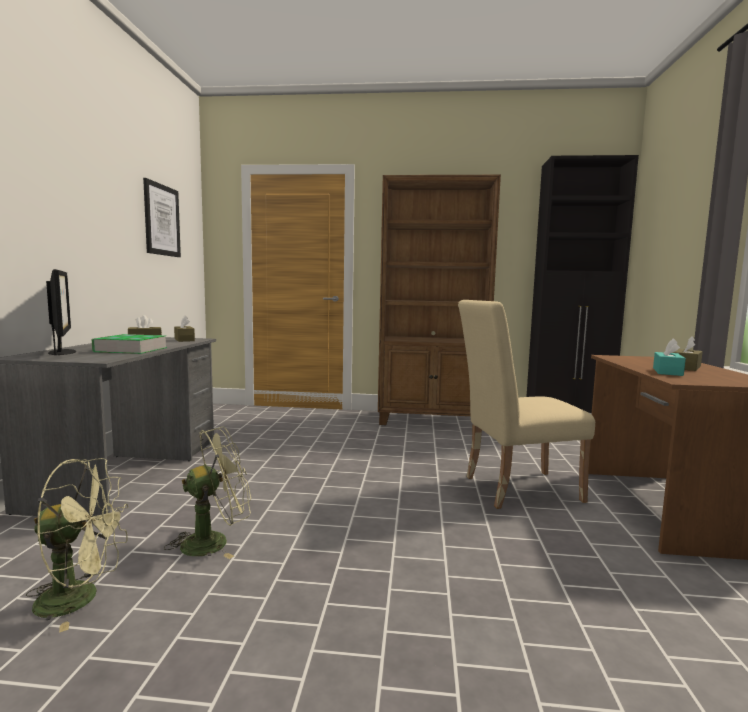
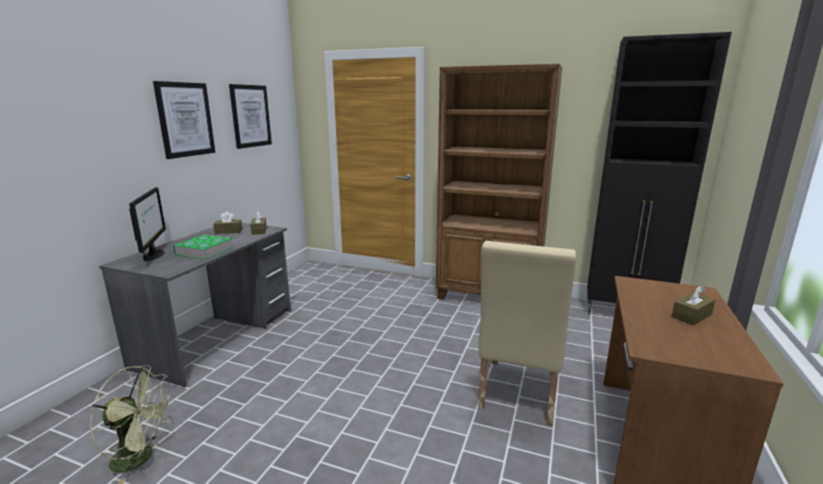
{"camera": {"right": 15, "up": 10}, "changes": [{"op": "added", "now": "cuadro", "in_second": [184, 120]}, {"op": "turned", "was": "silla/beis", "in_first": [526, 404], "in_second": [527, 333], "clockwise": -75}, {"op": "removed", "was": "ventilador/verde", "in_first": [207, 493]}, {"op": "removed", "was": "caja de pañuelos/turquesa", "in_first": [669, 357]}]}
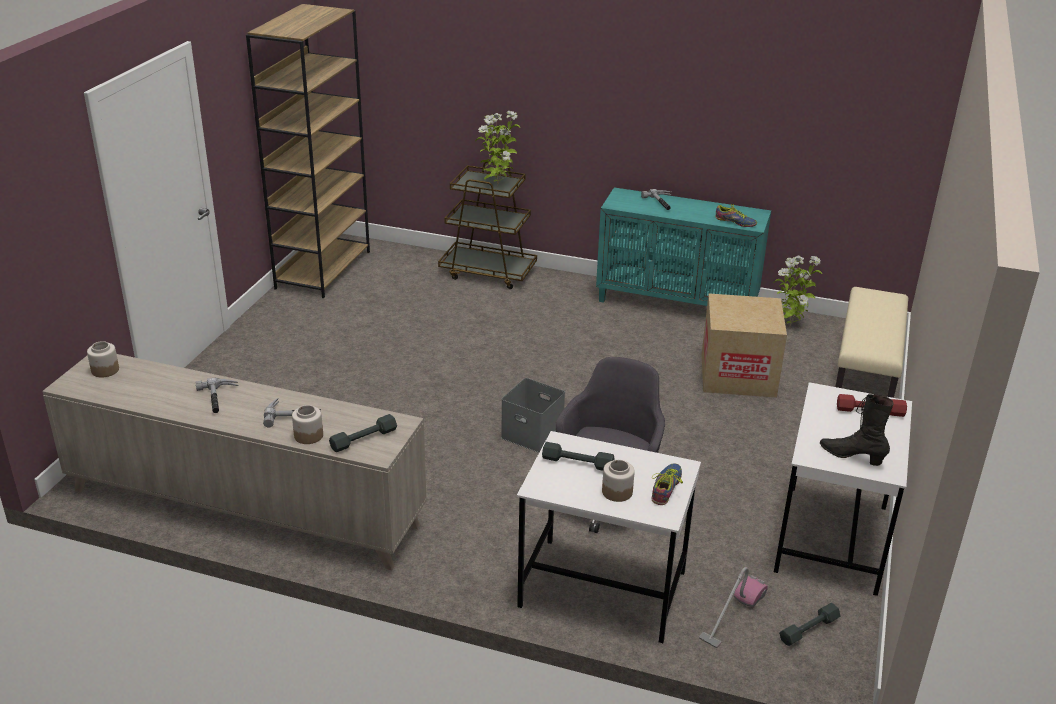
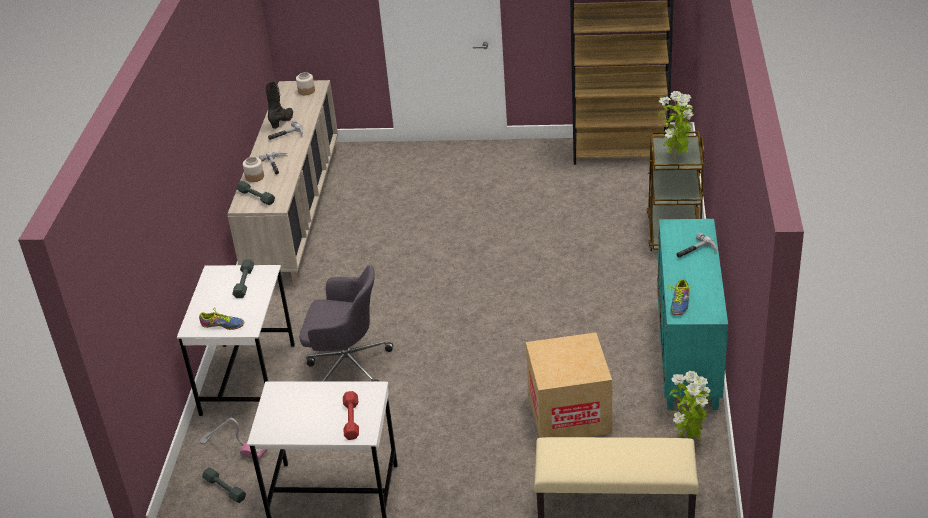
{"camera": {"right": 80, "up": 5}, "changes": [{"op": "moved", "was": "bota/negro", "in_first": [857, 430], "in_second": [279, 105]}, {"op": "removed", "was": "caja de almacenaje/gris", "in_first": [533, 415]}, {"op": "removed", "was": "tarro", "in_first": [618, 481]}]}
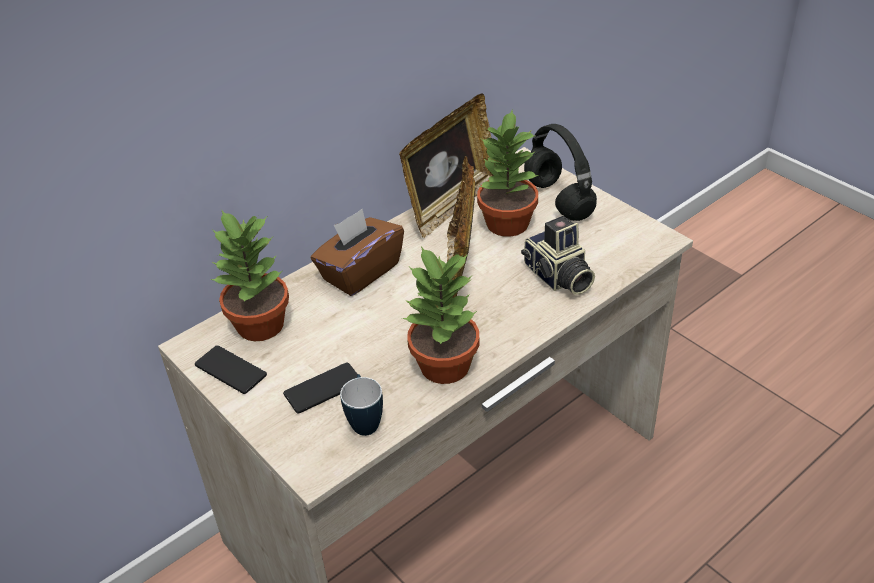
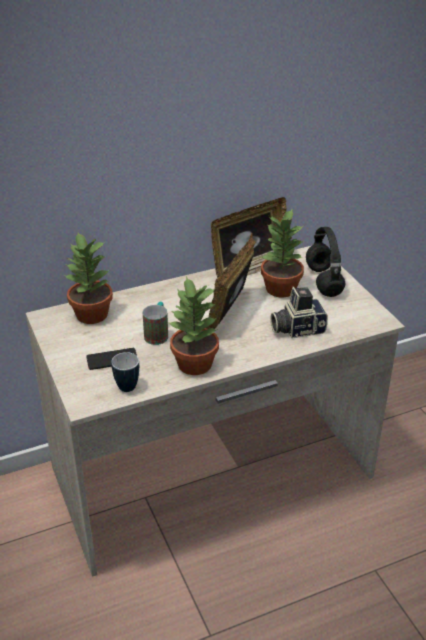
{"camera": {"right": 15, "up": -5}, "changes": [{"op": "added", "now": "taza grande", "in_second": [155, 323]}, {"op": "turned", "was": "cámara", "in_first": [558, 255], "in_second": [299, 312], "clockwise": 90}, {"op": "removed", "was": "móvil", "in_first": [231, 369]}, {"op": "removed", "was": "caja de pañuelos/marrón", "in_first": [357, 252]}]}
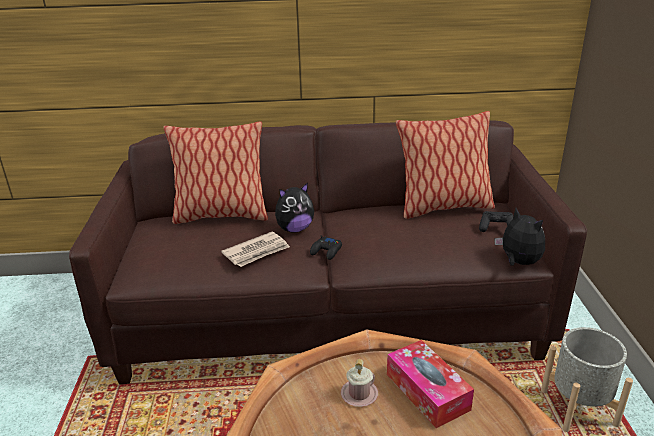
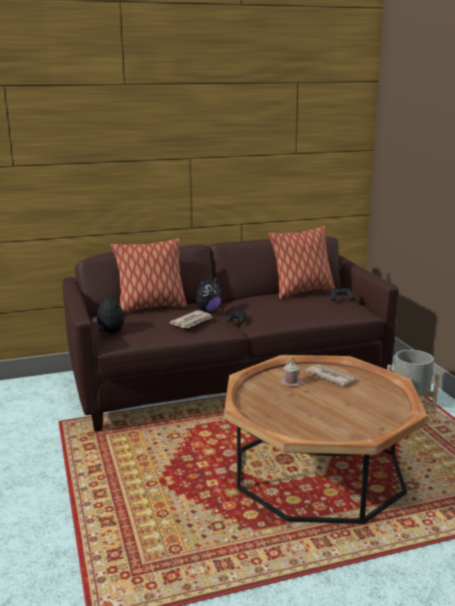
{"camera": {"right": -15, "up": -10}, "changes": [{"op": "moved", "was": "peluche", "in_first": [520, 236], "in_second": [109, 313]}, {"op": "replaced", "was": "caja de pañuelos", "now": "periódico", "in_first": [430, 384], "in_second": [330, 375]}]}
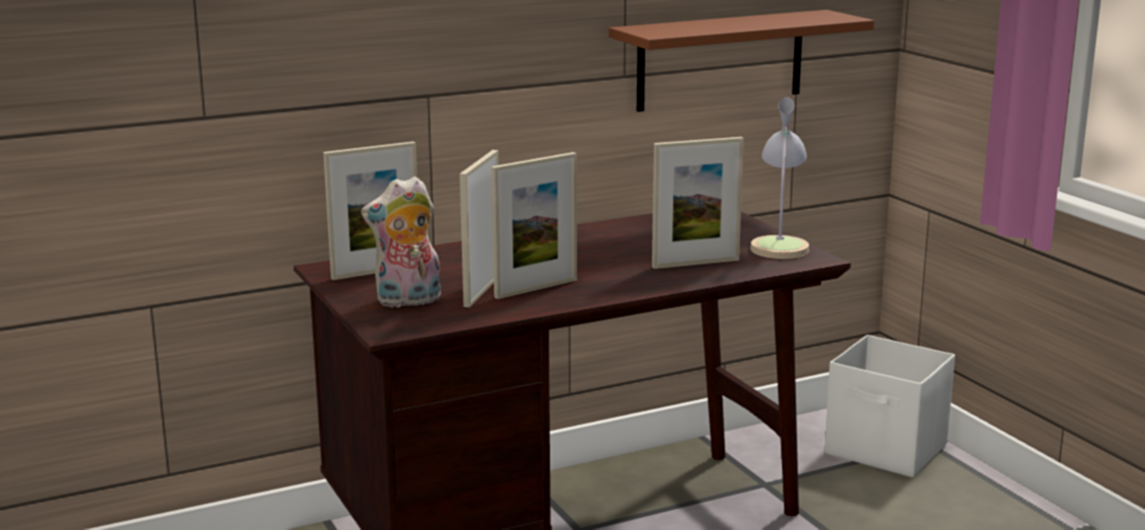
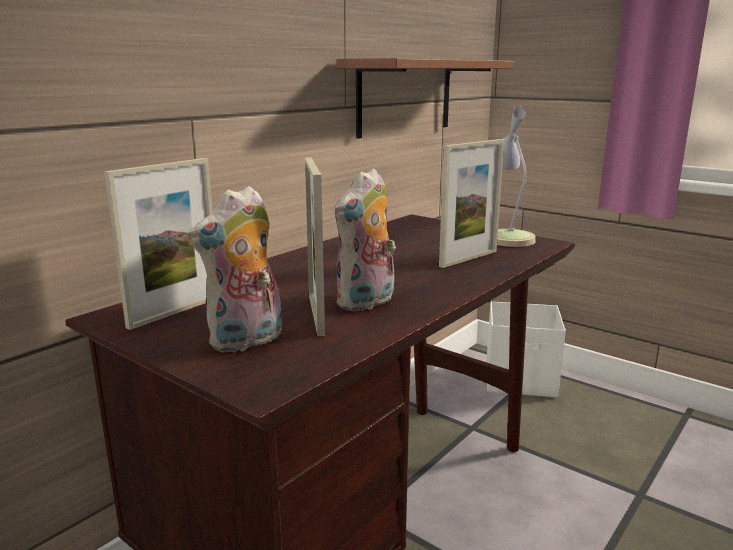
{"camera": {"right": -25, "up": 0}, "changes": [{"op": "replaced", "was": "portarretratos", "now": "peluche", "in_first": [534, 225], "in_second": [365, 240]}]}
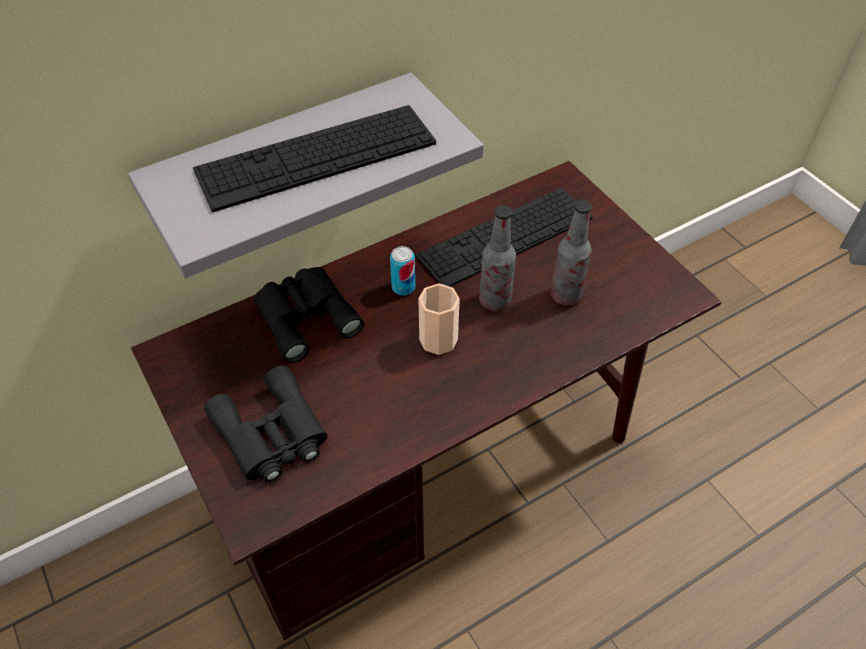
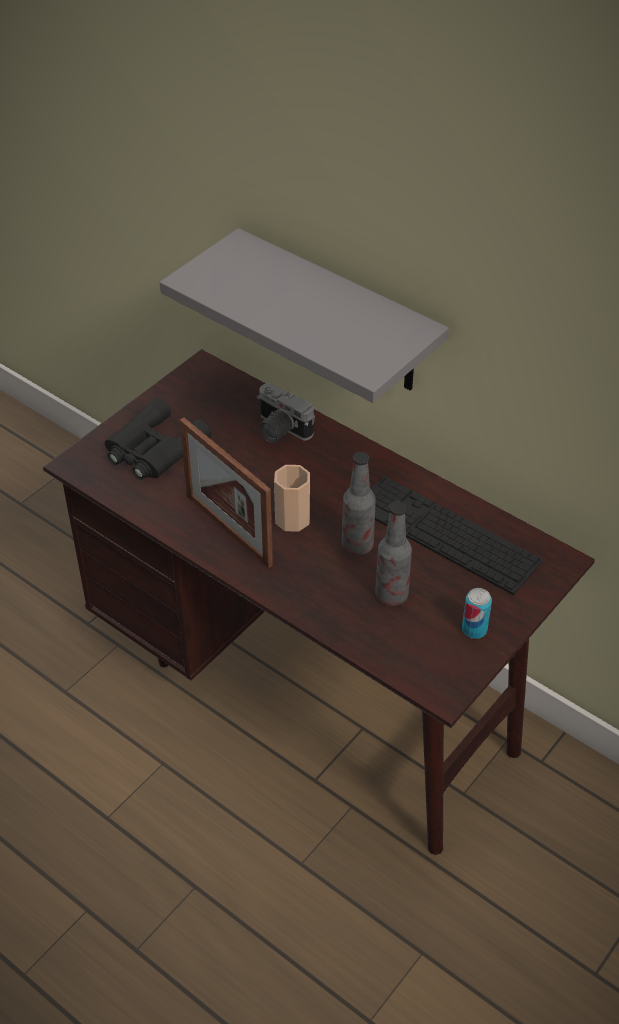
{"camera": {"right": 70, "up": -5}, "changes": [{"op": "added", "now": "portarretratos", "in_second": [226, 492]}, {"op": "replaced", "was": "prismáticos/negro", "now": "cámara", "in_first": [309, 315], "in_second": [286, 413]}, {"op": "moved", "was": "lata", "in_first": [402, 270], "in_second": [477, 613]}, {"op": "removed", "was": "teclado", "in_first": [314, 158]}]}
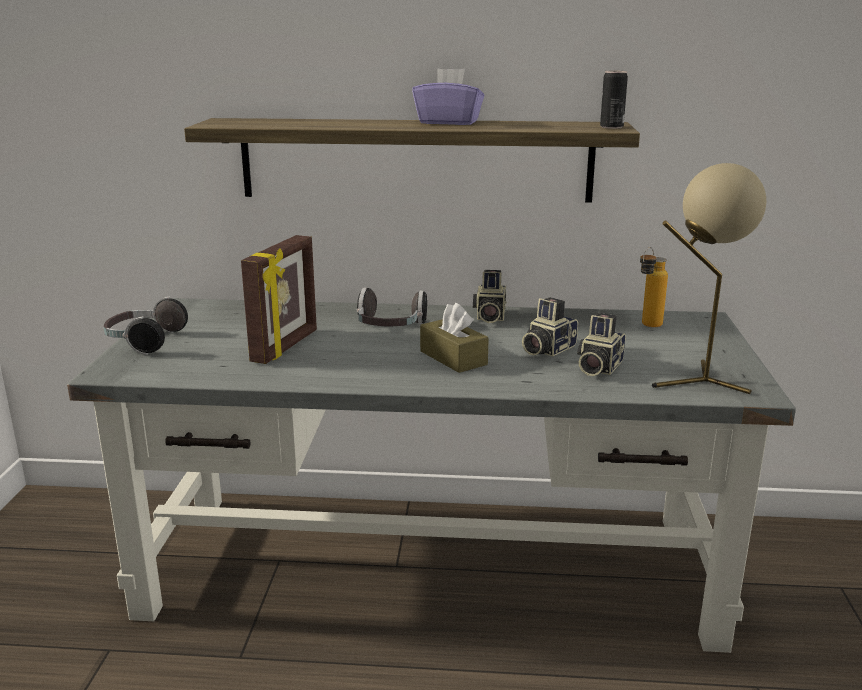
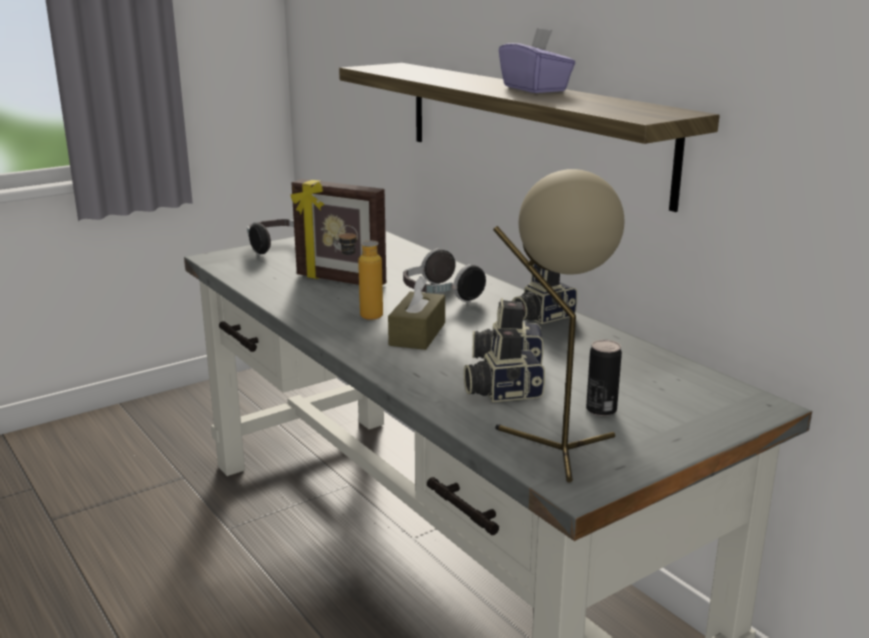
{"camera": {"right": 50, "up": 0}, "changes": [{"op": "turned", "was": "portarretratos", "in_first": [279, 299], "in_second": [338, 232], "clockwise": 45}, {"op": "moved", "was": "botella", "in_first": [654, 287], "in_second": [360, 272]}, {"op": "moved", "was": "lata", "in_first": [614, 100], "in_second": [604, 378]}]}
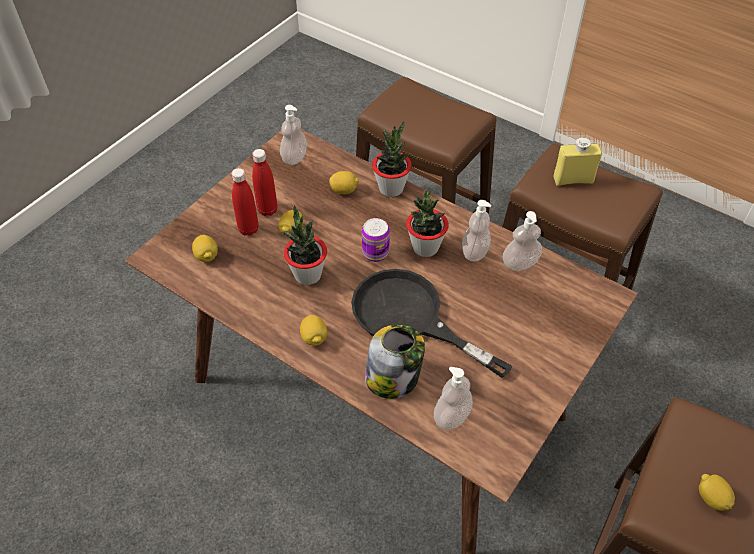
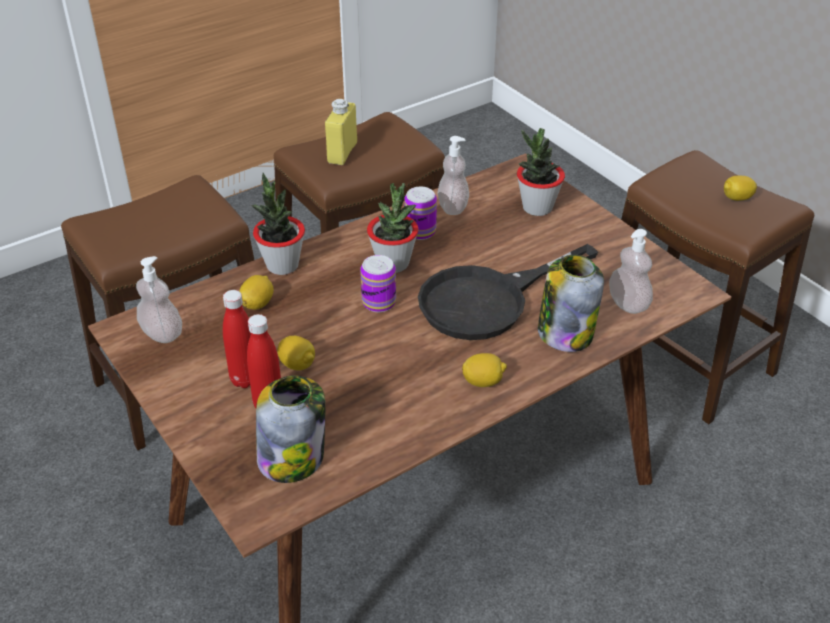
{"camera": {"right": -70, "up": -10}, "changes": [{"op": "replaced", "was": "limón", "now": "tarro", "in_first": [205, 248], "in_second": [291, 429]}, {"op": "replaced", "was": "dispensador de jabón", "now": "lata", "in_first": [476, 231], "in_second": [420, 213]}, {"op": "moved", "was": "planta en maceta", "in_first": [305, 245], "in_second": [541, 172]}]}
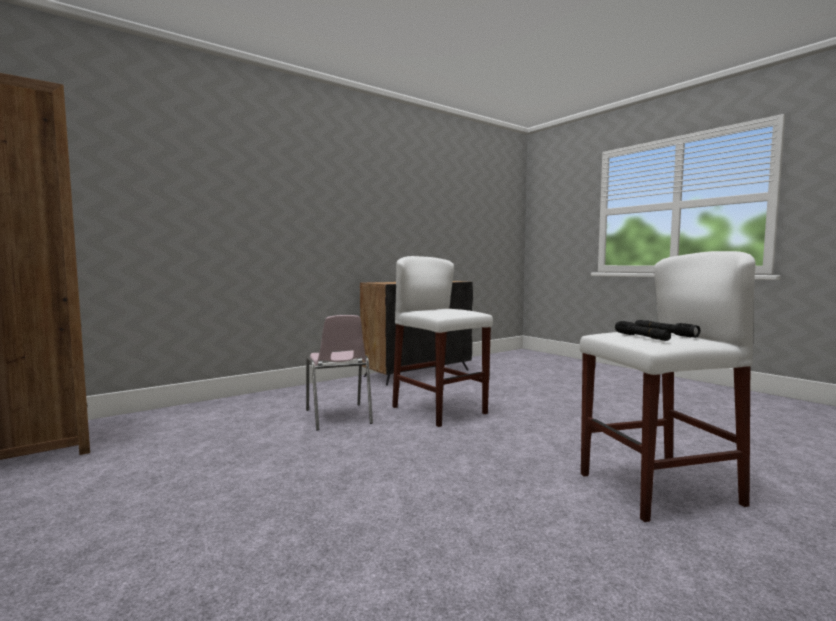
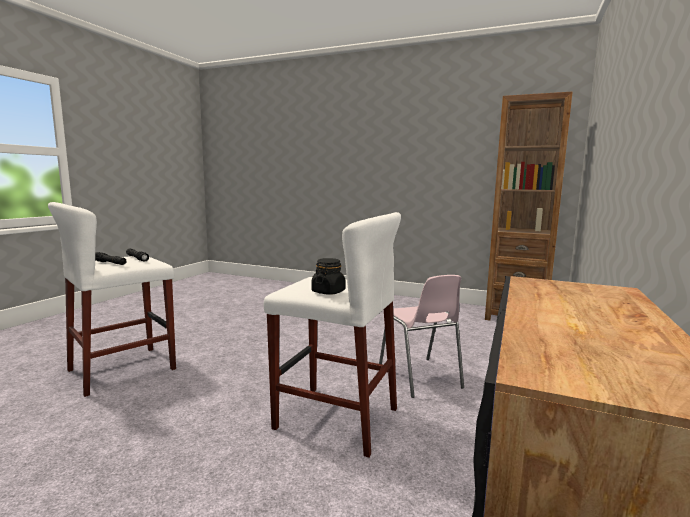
{"camera": {"right": 150, "up": 5}, "changes": [{"op": "added", "now": "tarro/negro", "in_second": [328, 276]}, {"op": "turned", "was": "silla/rosa", "in_first": [339, 372], "in_second": [421, 336], "clockwise": -150}]}
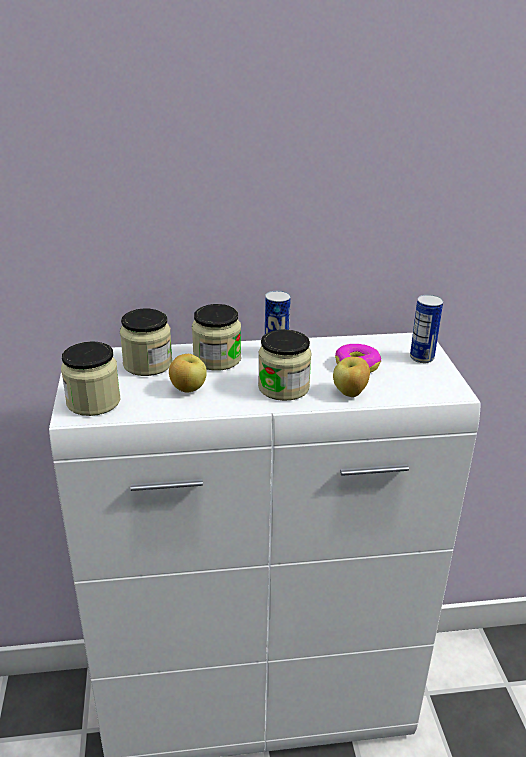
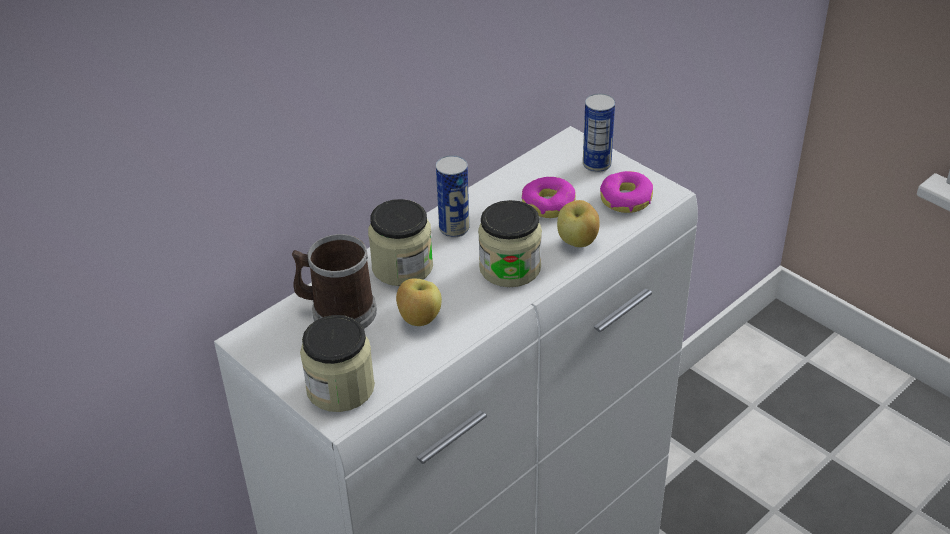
{"camera": {"right": -35, "up": 10}, "changes": [{"op": "replaced", "was": "tarro", "now": "taza grande", "in_first": [146, 342], "in_second": [334, 281]}, {"op": "added", "now": "rosquilla", "in_second": [626, 192]}]}
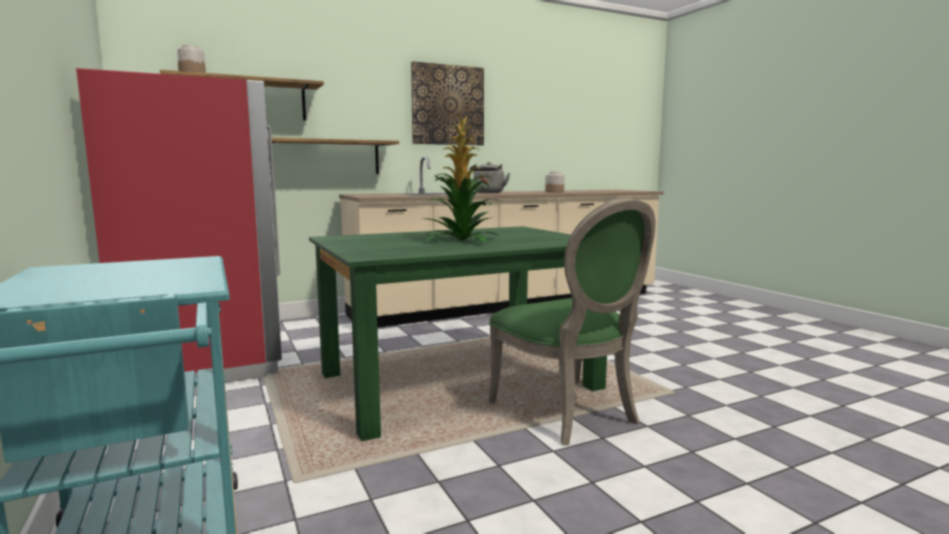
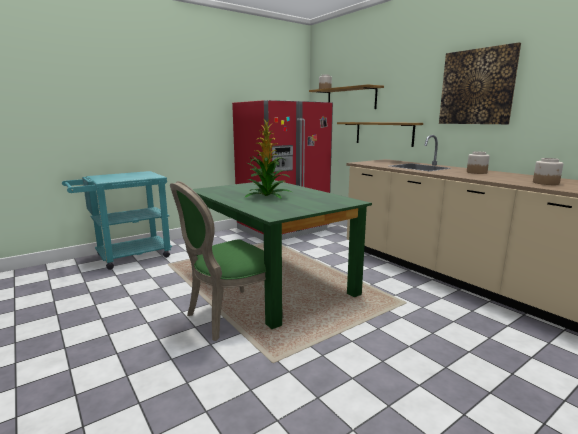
{"camera": {"right": 80, "up": 5}, "changes": [{"op": "replaced", "was": "hervidor/gris", "now": "tarro", "in_first": [489, 177], "in_second": [478, 163]}]}
